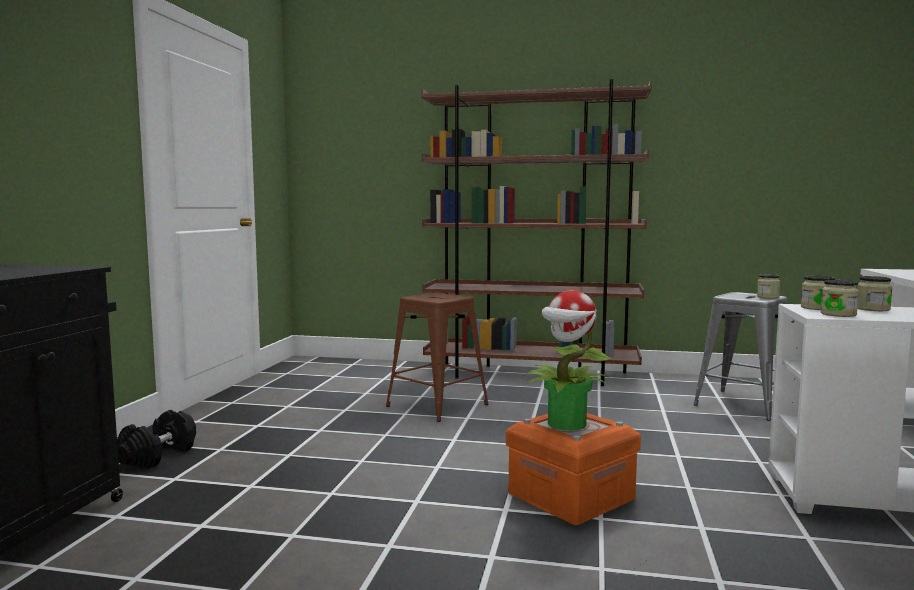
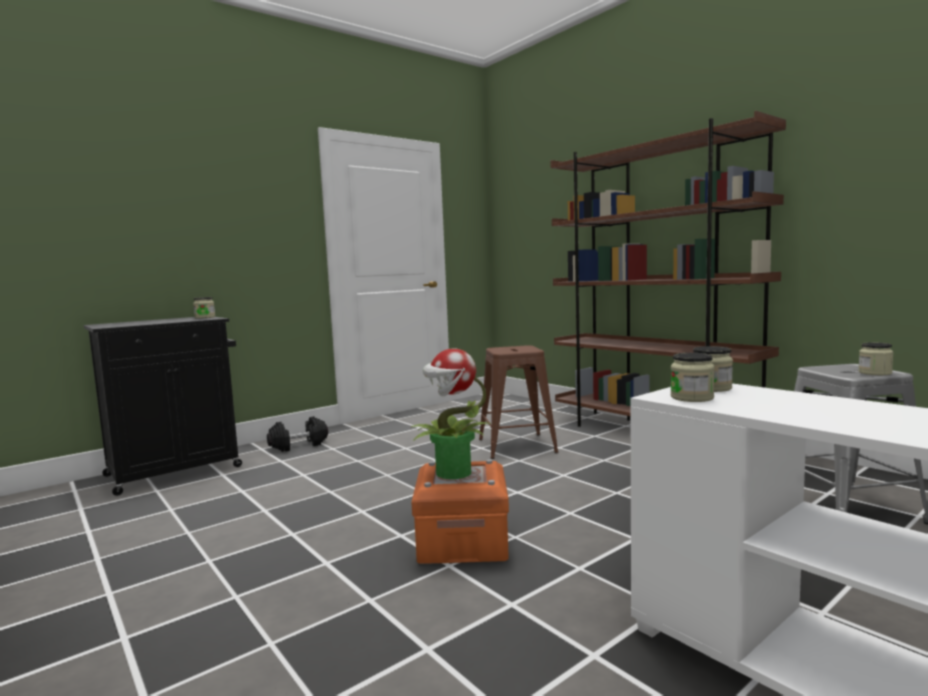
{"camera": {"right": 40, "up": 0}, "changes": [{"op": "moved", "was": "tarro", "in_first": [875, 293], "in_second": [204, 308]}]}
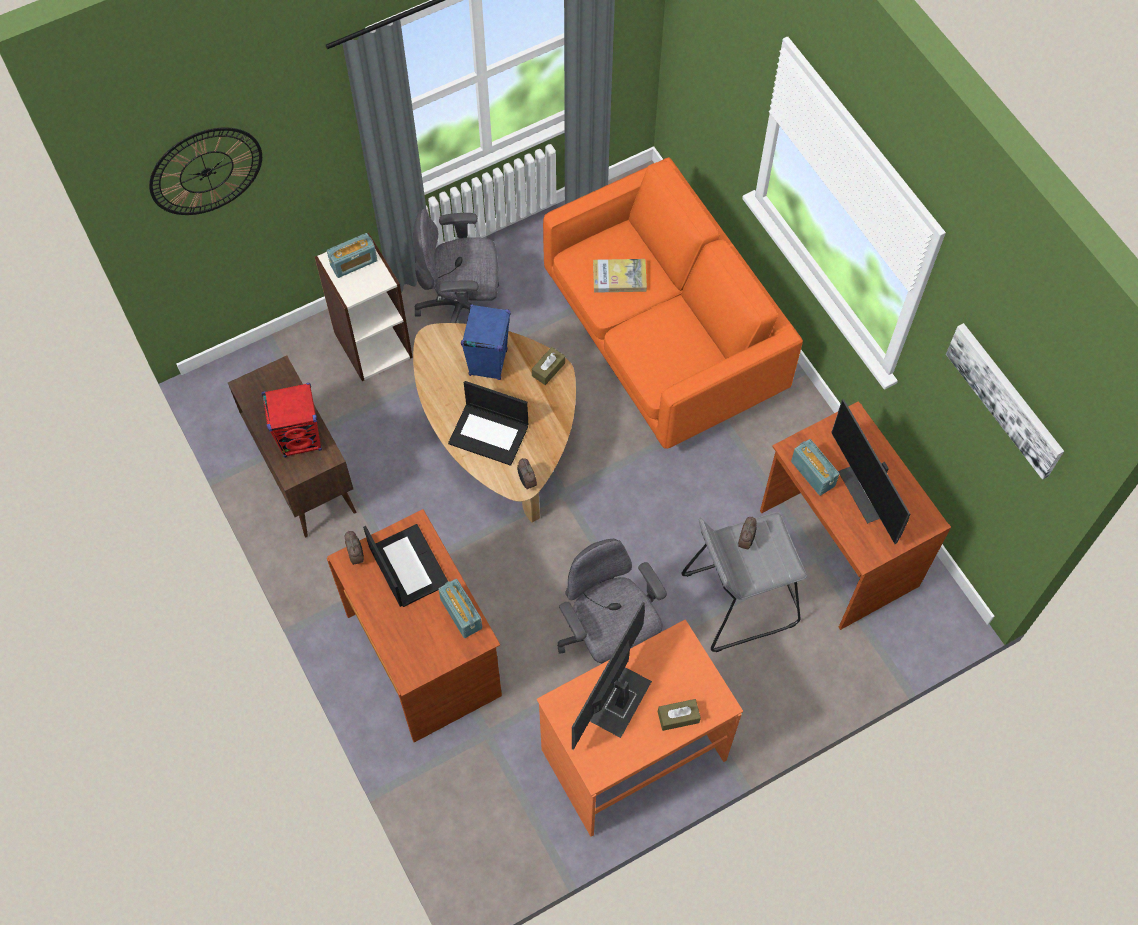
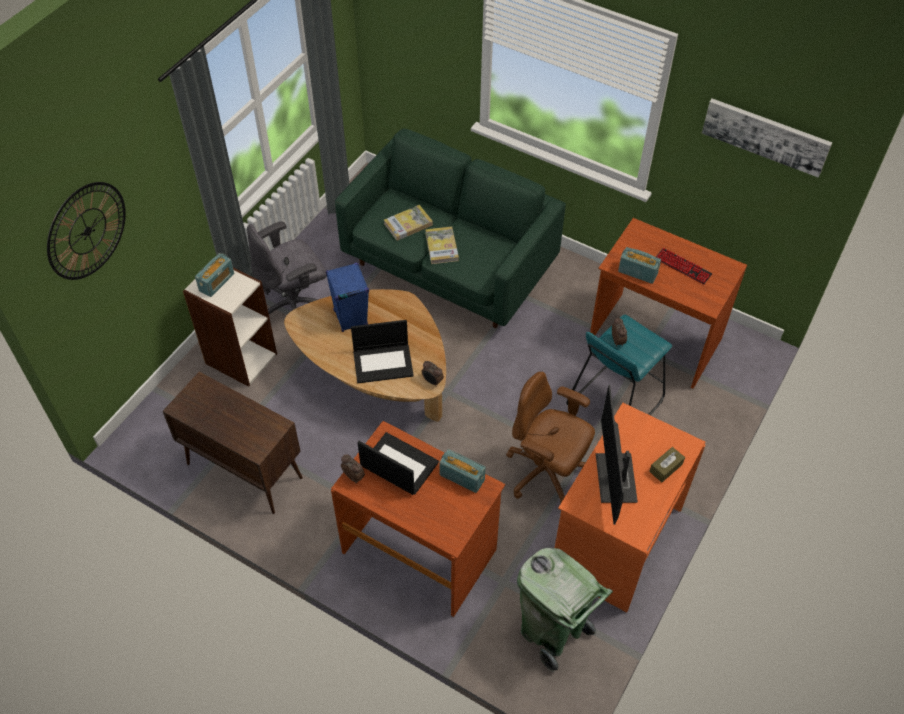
{"camera": {"right": -30, "up": -10}, "changes": [{"op": "recoloured", "was": "sofá/naranja", "now": "sofá/verde", "in_first": [673, 303], "in_second": [450, 228]}, {"op": "added", "now": "libro", "in_second": [442, 245]}, {"op": "recoloured", "was": "silla de oficina/gris", "now": "silla de oficina/marrón", "in_first": [612, 601], "in_second": [550, 437]}, {"op": "added", "now": "papelera/verde", "in_second": [565, 610]}, {"op": "recoloured", "was": "taburete/gris", "now": "taburete/turquesa", "in_first": [744, 582], "in_second": [619, 364]}, {"op": "replaced", "was": "monitor", "now": "teclado", "in_first": [870, 471], "in_second": [684, 266]}, {"op": "removed", "was": "altavoz/rojo", "in_first": [292, 420]}, {"op": "removed", "was": "caja de pañuelos/marrón", "in_first": [548, 366]}]}
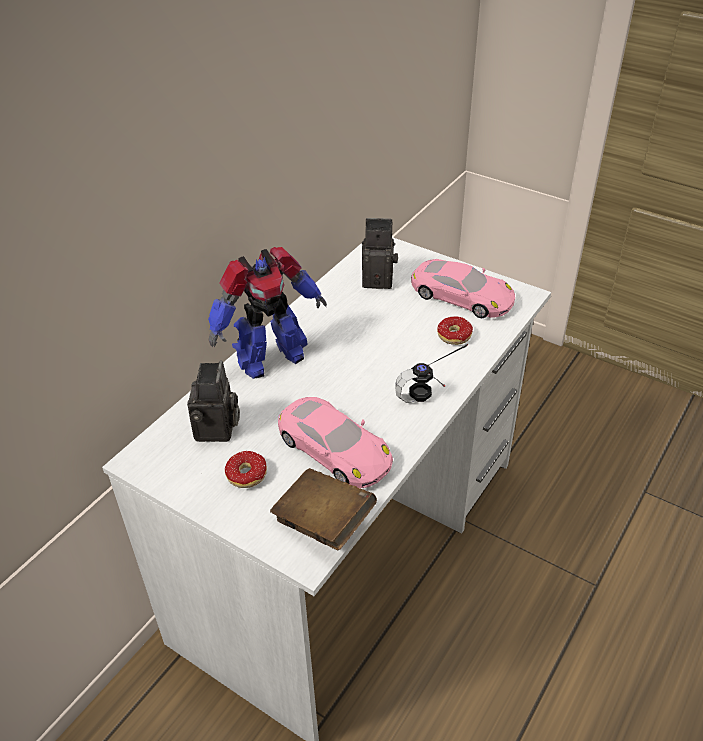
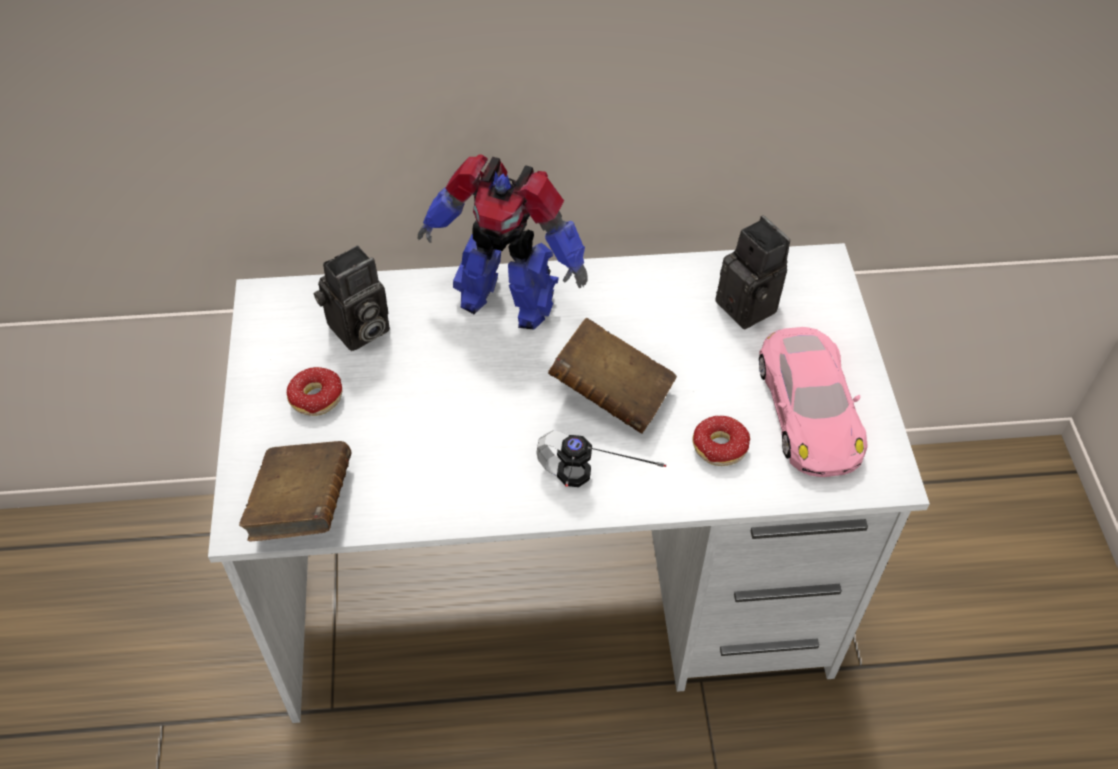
{"camera": {"right": 50, "up": 10}, "changes": [{"op": "added", "now": "libro/marrón", "in_second": [612, 376]}, {"op": "removed", "was": "coche de juguete/rosa", "in_first": [335, 442]}]}
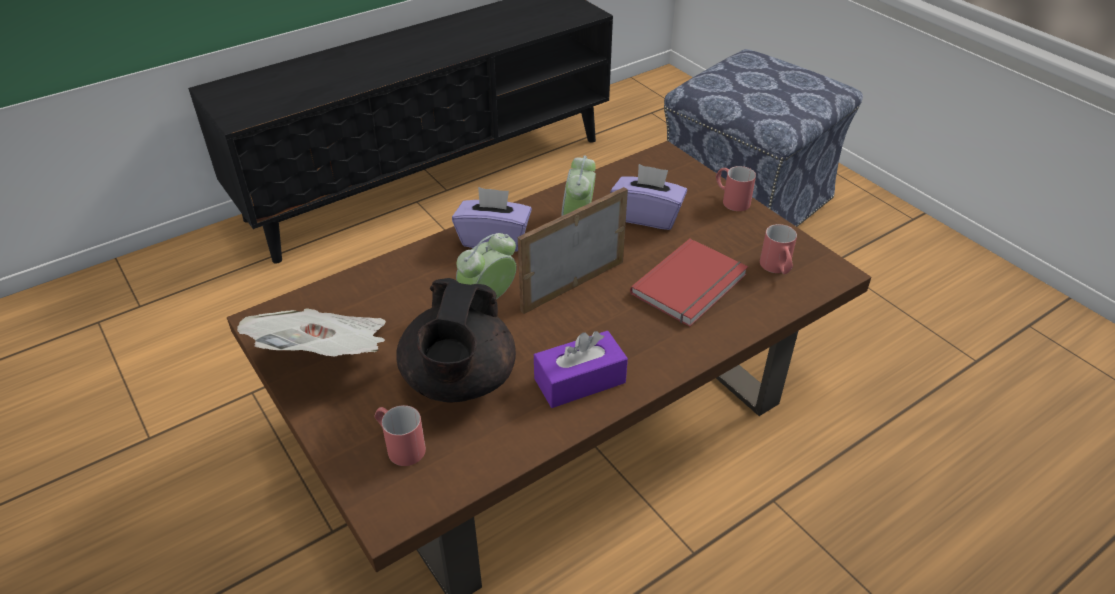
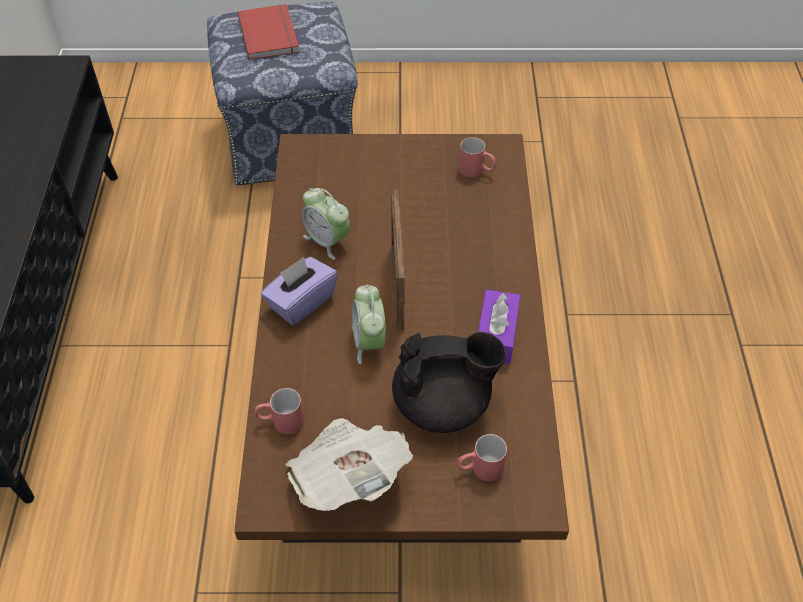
{"camera": {"right": -55, "up": 10}, "changes": [{"op": "moved", "was": "libro/rojo", "in_first": [689, 282], "in_second": [268, 32]}, {"op": "moved", "was": "taza grande/rojo", "in_first": [736, 188], "in_second": [279, 411]}, {"op": "turned", "was": "tetera/negro", "in_first": [456, 340], "in_second": [449, 382], "clockwise": -45}, {"op": "removed", "was": "caja de pañuelos/morado", "in_first": [648, 197]}]}
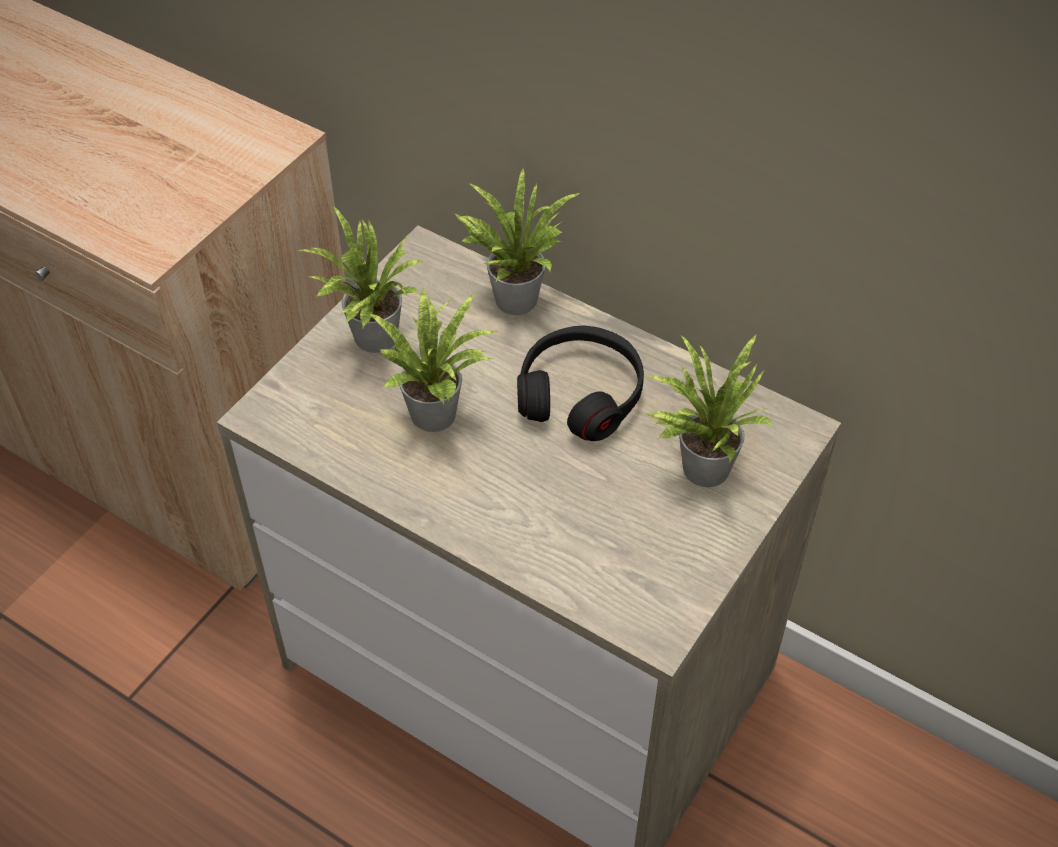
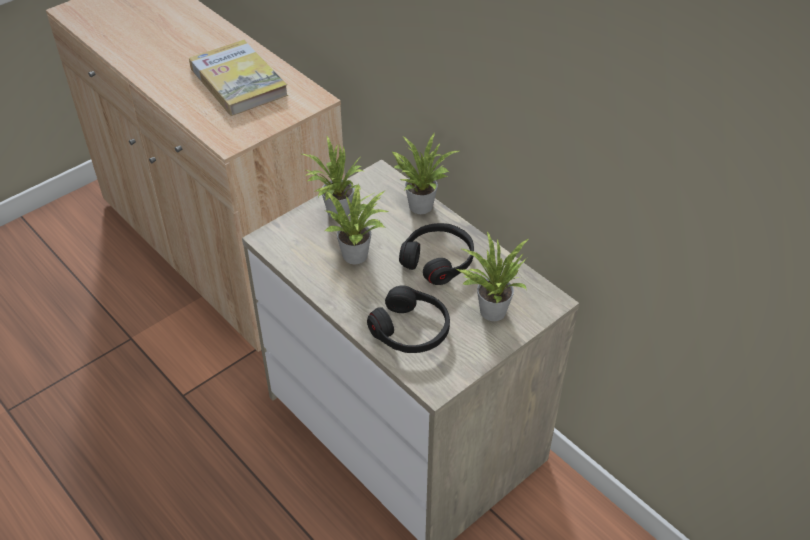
{"camera": {"right": 15, "up": -5}, "changes": [{"op": "added", "now": "libro", "in_second": [238, 78]}, {"op": "added", "now": "auriculares/negro", "in_second": [408, 319]}]}
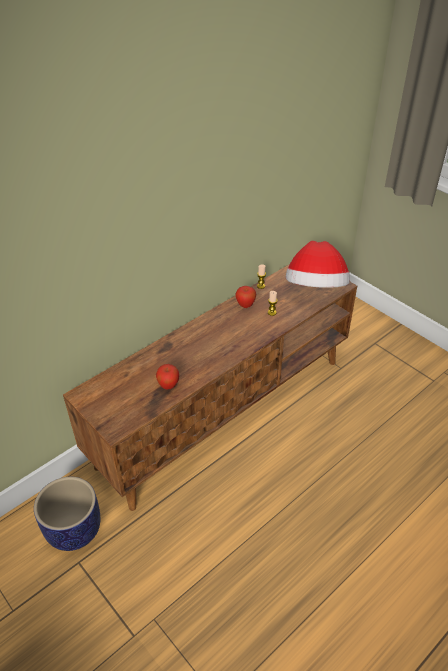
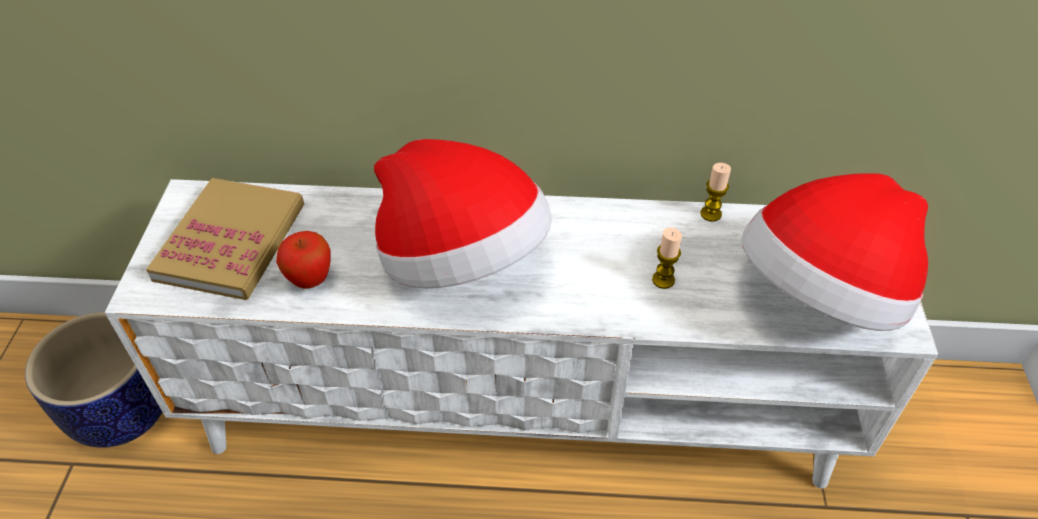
{"camera": {"right": 45, "up": 5}, "changes": [{"op": "recoloured", "was": "mueble de televisión/marrón", "now": "mueble de televisión/blanco", "in_first": [210, 387], "in_second": [521, 334]}, {"op": "added", "now": "libro", "in_second": [225, 239]}, {"op": "added", "now": "sombrero", "in_second": [463, 213]}, {"op": "removed", "was": "manzana", "in_first": [246, 297]}]}
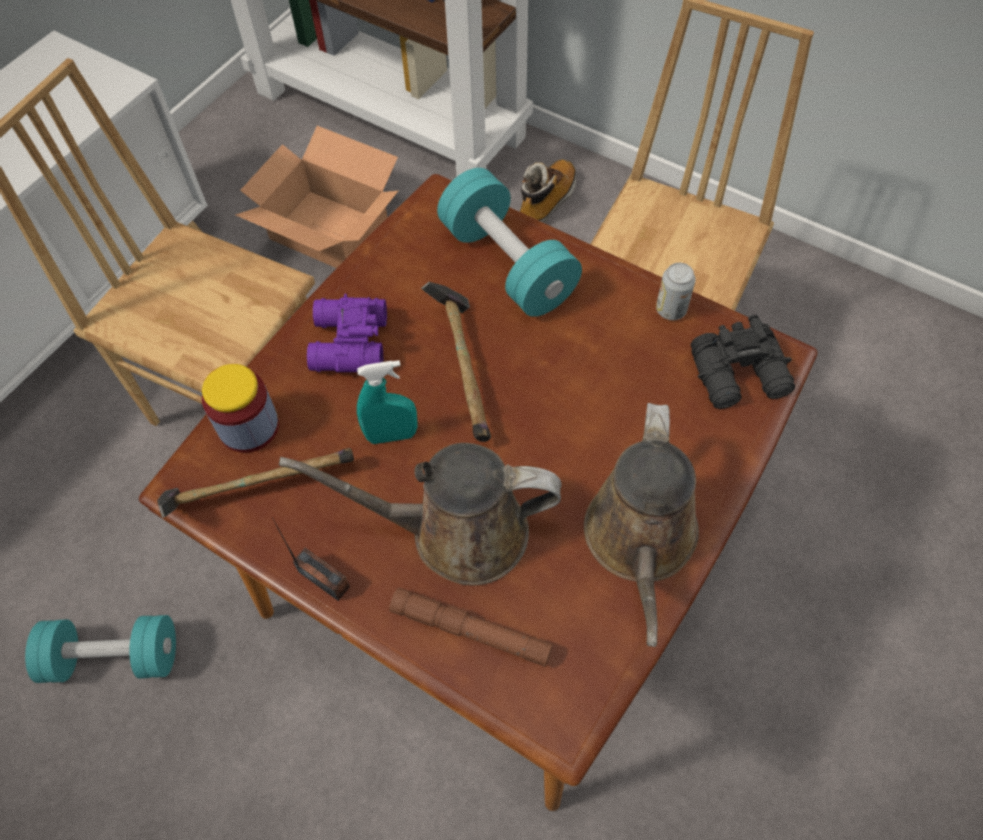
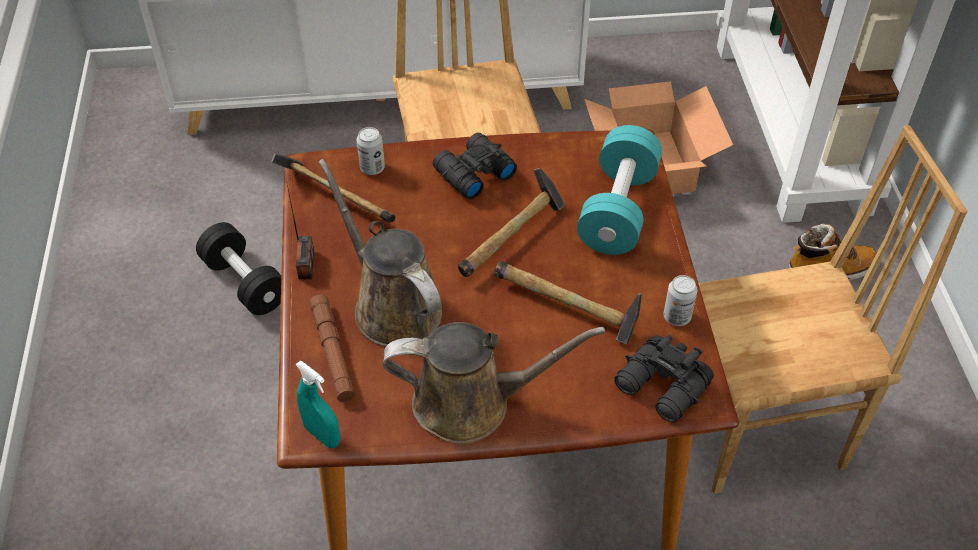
{"camera": {"right": 50, "up": -10}, "changes": [{"op": "recoloured", "was": "mancuerna/turquesa", "now": "mancuerna/negro", "in_first": [100, 649], "in_second": [238, 268]}, {"op": "moved", "was": "pulverizador/turquesa", "in_first": [387, 402], "in_second": [318, 404]}, {"op": "replaced", "was": "tarro", "now": "lata", "in_first": [240, 408], "in_second": [371, 151]}, {"op": "turned", "was": "regadera/marrón", "in_first": [641, 525], "in_second": [494, 383], "clockwise": -150}, {"op": "recoloured", "was": "prismáticos/morado", "now": "prismáticos/negro", "in_first": [347, 333], "in_second": [475, 166]}, {"op": "added", "now": "martillo", "in_second": [568, 302]}]}
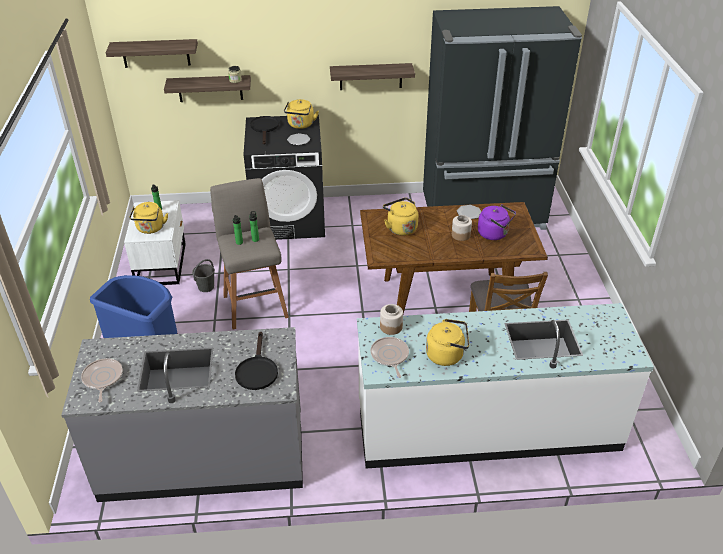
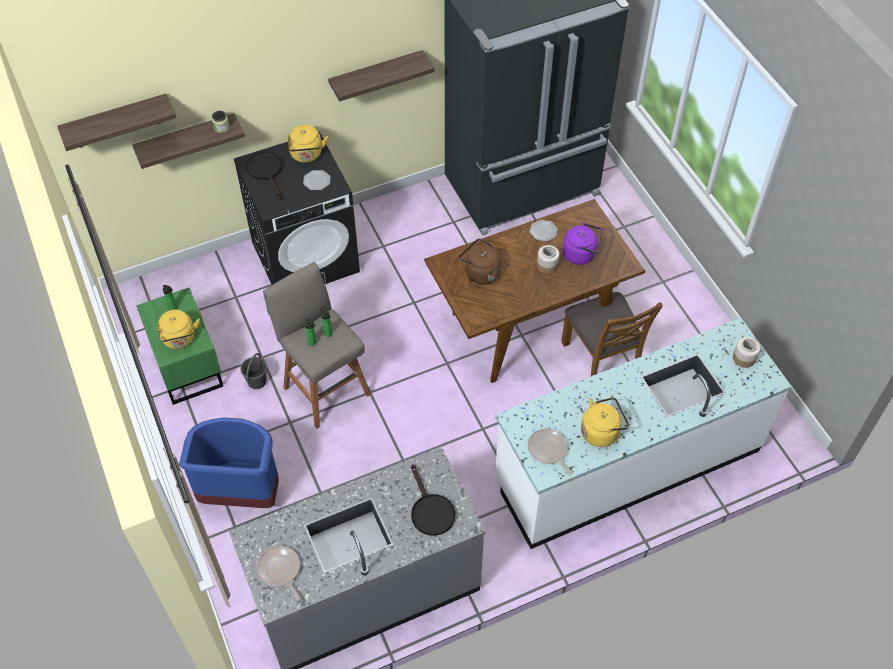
{"camera": {"right": -20, "up": 15}, "changes": [{"op": "recoloured", "was": "mesita de noche/blanco", "now": "mesita de noche/verde", "in_first": [155, 242], "in_second": [179, 346]}, {"op": "recoloured", "was": "hervidor/amarillo", "now": "hervidor/marrón", "in_first": [400, 217], "in_second": [479, 262]}, {"op": "moved", "was": "tarro", "in_first": [391, 319], "in_second": [746, 352]}]}
